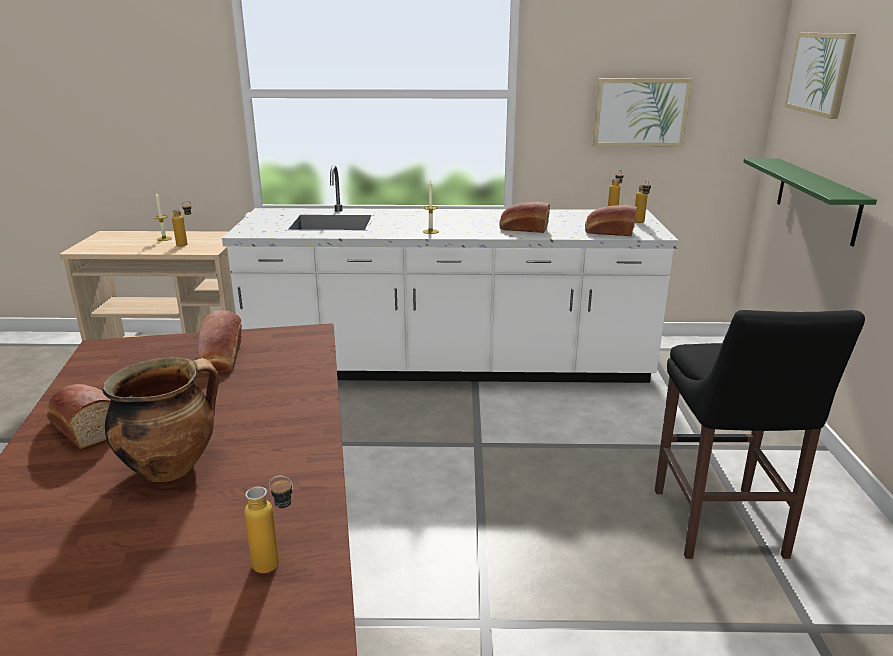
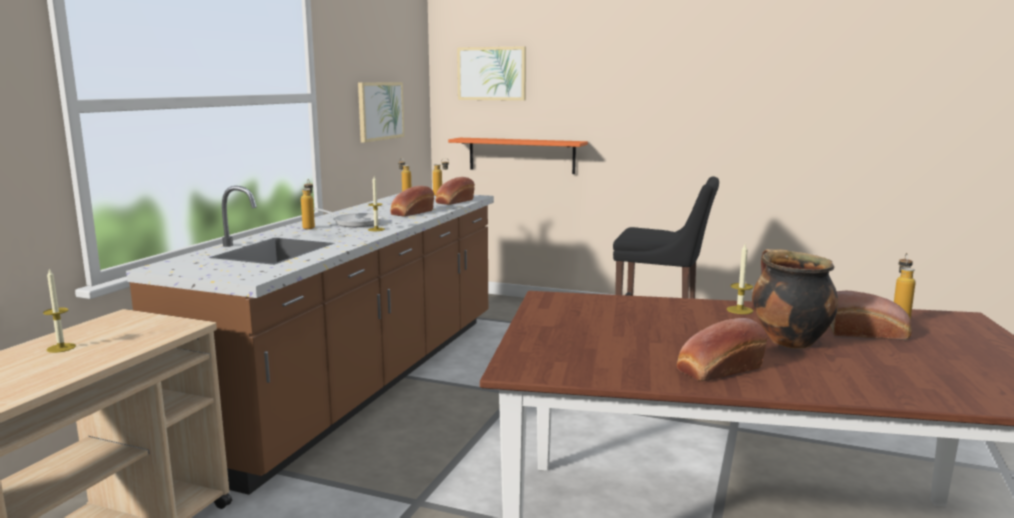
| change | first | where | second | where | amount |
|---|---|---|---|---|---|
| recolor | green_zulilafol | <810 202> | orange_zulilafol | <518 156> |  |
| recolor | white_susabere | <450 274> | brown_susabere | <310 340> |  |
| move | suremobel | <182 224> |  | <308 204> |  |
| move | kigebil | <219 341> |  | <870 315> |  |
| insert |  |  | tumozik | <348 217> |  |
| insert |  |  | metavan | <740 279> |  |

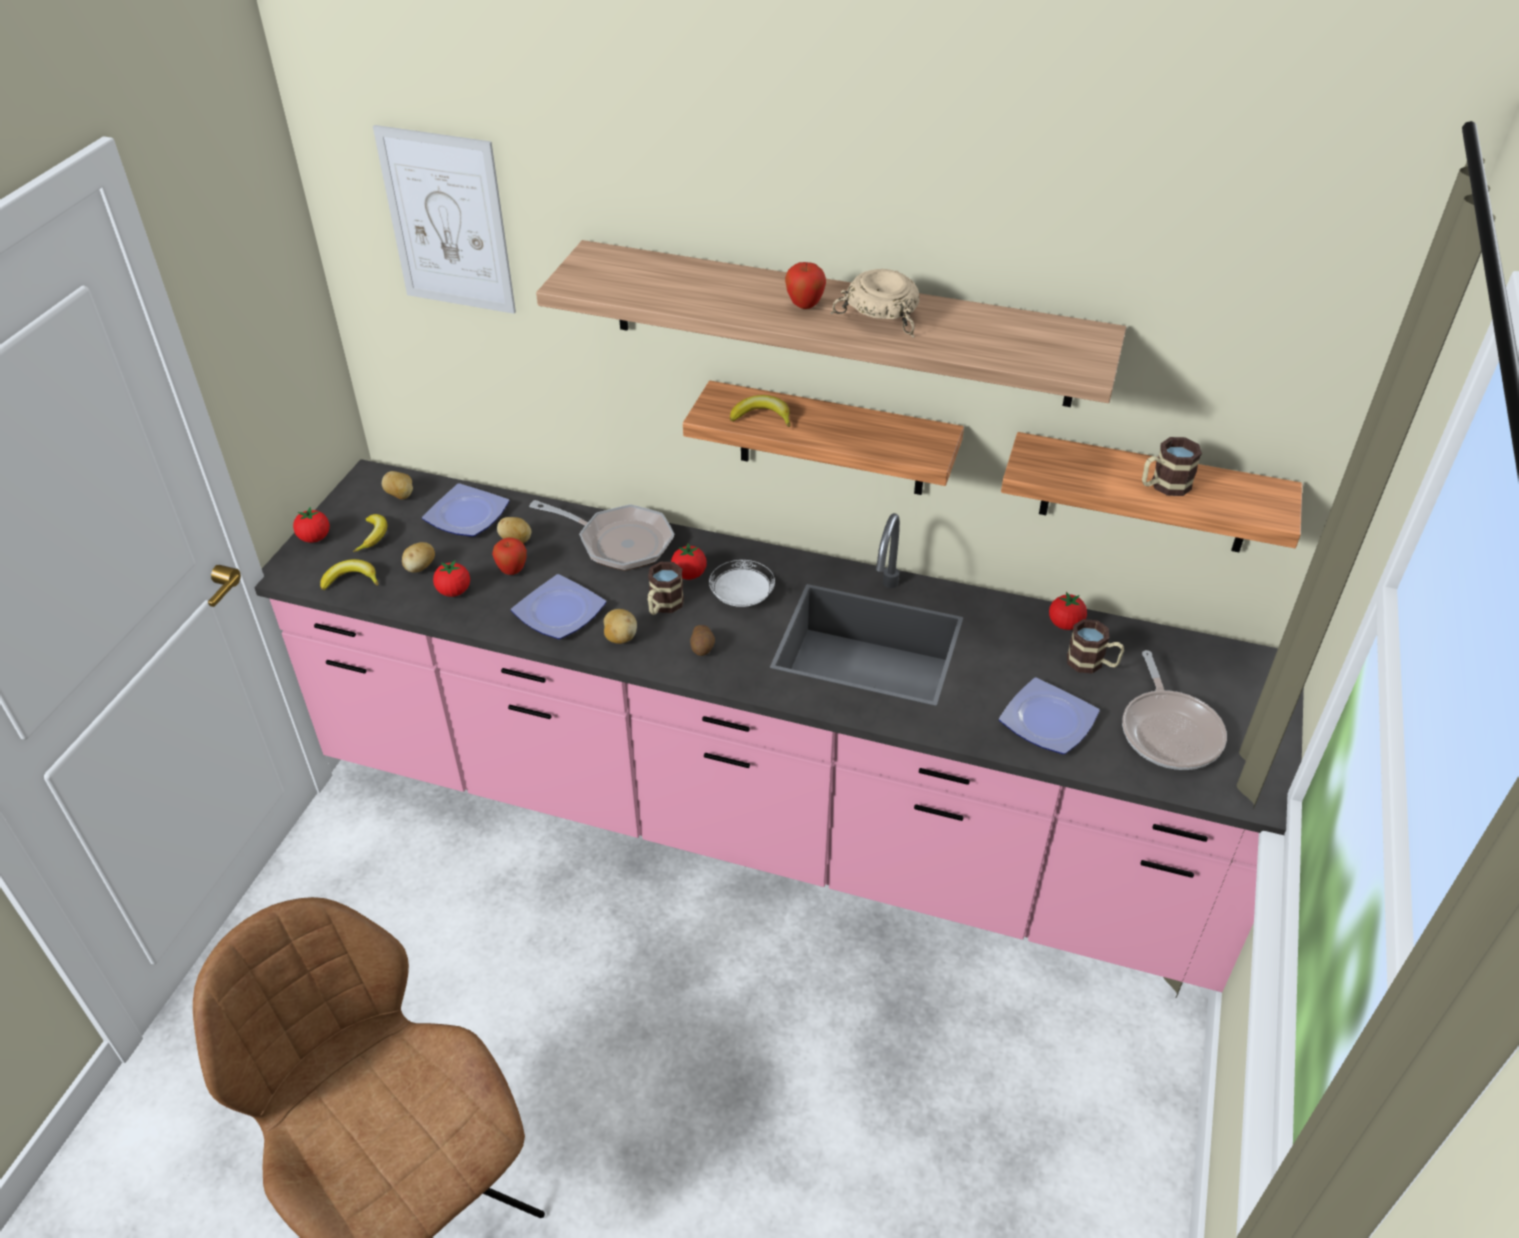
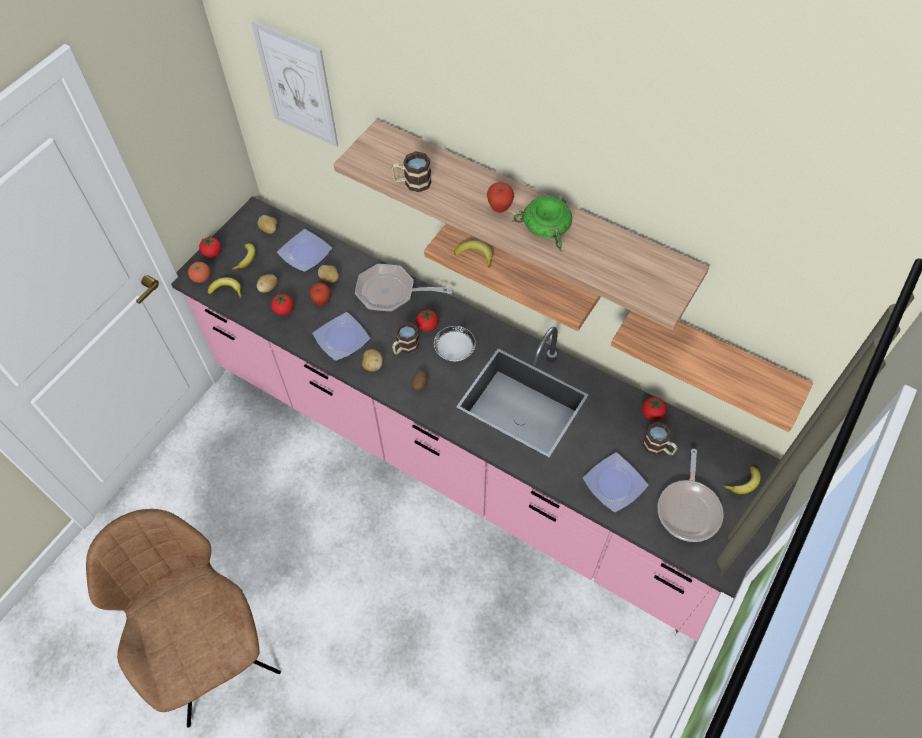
| change | first | where | second | where | amount |
|---|---|---|---|---|---|
| recolor | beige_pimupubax | <874 303> | green_pimupubax | <542 223> |  |
| move | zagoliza | <1172 466> |  | <411 172> |  |
| rotate | tumozik | <601 535> |  | <404 288> | 150 degrees clockwise |
| insert |  |  | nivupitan | <199 272> |  |
| insert |  |  | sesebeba | <742 480> |  |

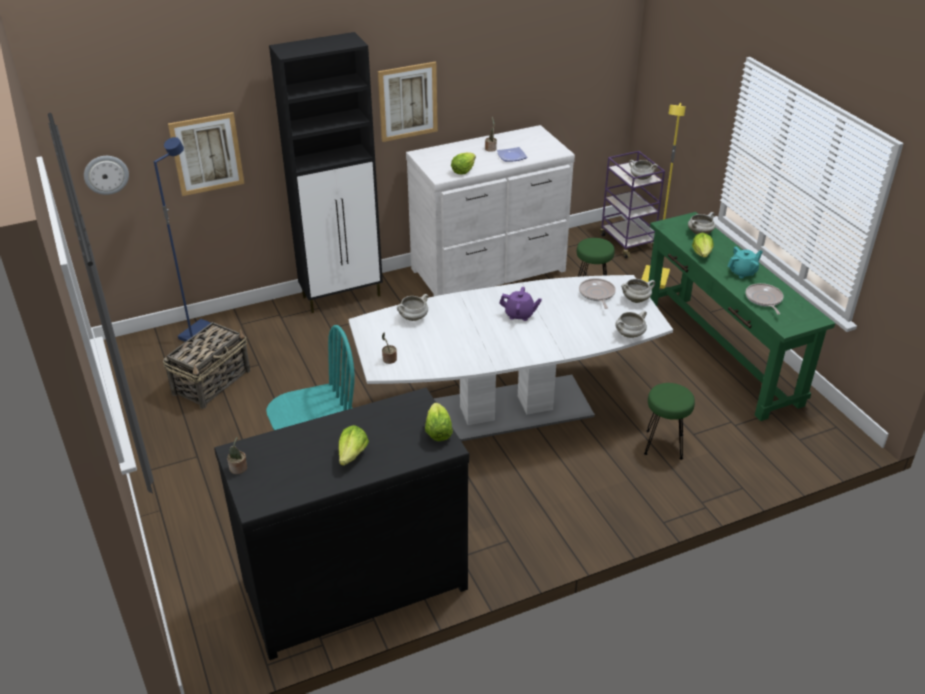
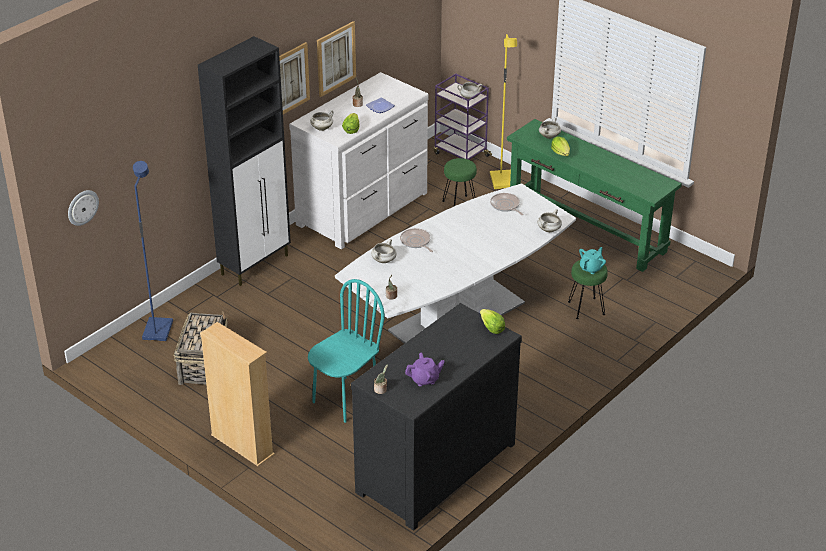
| change | first | where | second | where | amount |
|---|---|---|---|---|---|
| move | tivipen | <206 154> |  | <336 59> |  |
| move | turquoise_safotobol | <745 263> |  | <592 260> |  |
| move | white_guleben | <638 291> |  | <321 120> |  |
| move | tumozik | <764 299> |  | <416 240> |  |
| move | purple_safotobol | <520 304> |  | <425 369> |  |
| delete | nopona | <353 445> |  |  |  |
| insert |  |  | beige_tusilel | <237 394> |  |

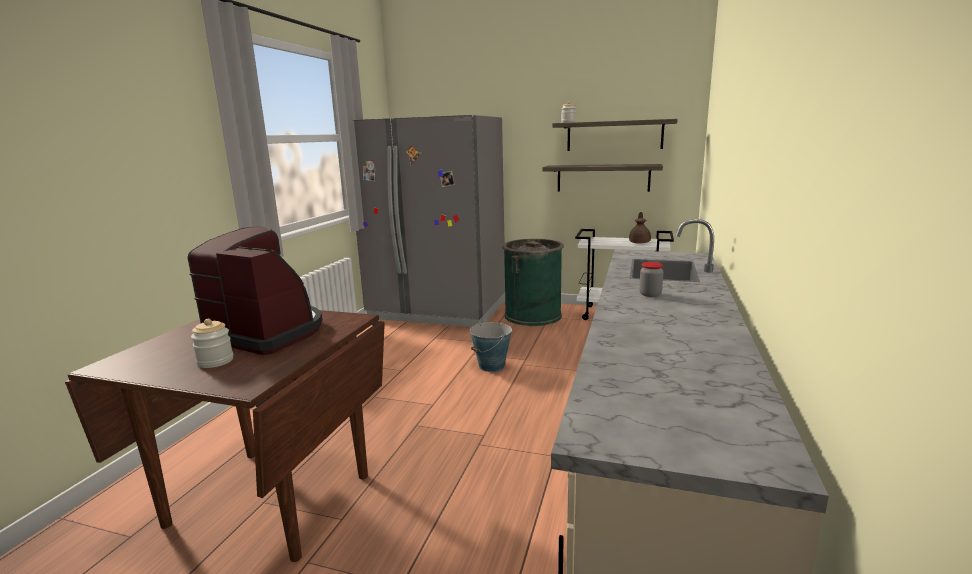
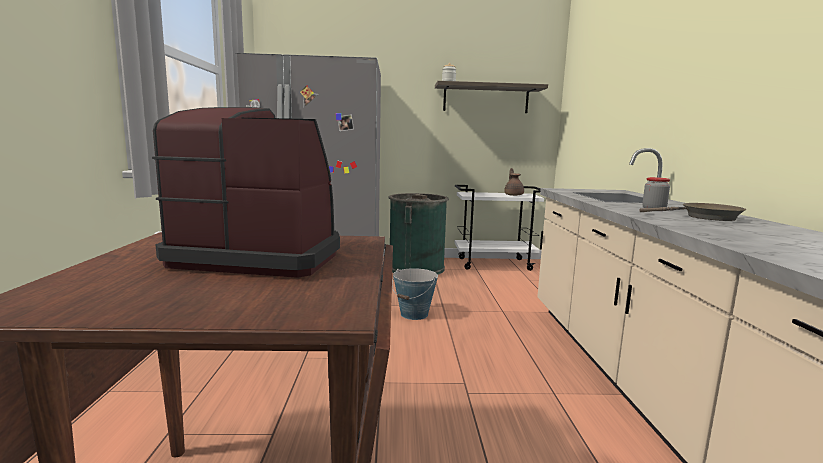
| change | first | where | second | where | amount |
|---|---|---|---|---|---|
| delete | zulilafol | <602 178> |  |  |  |
| delete | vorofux | <212 343> |  |  |  |
| insert |  |  | brown_tumozik | <692 212> |  |

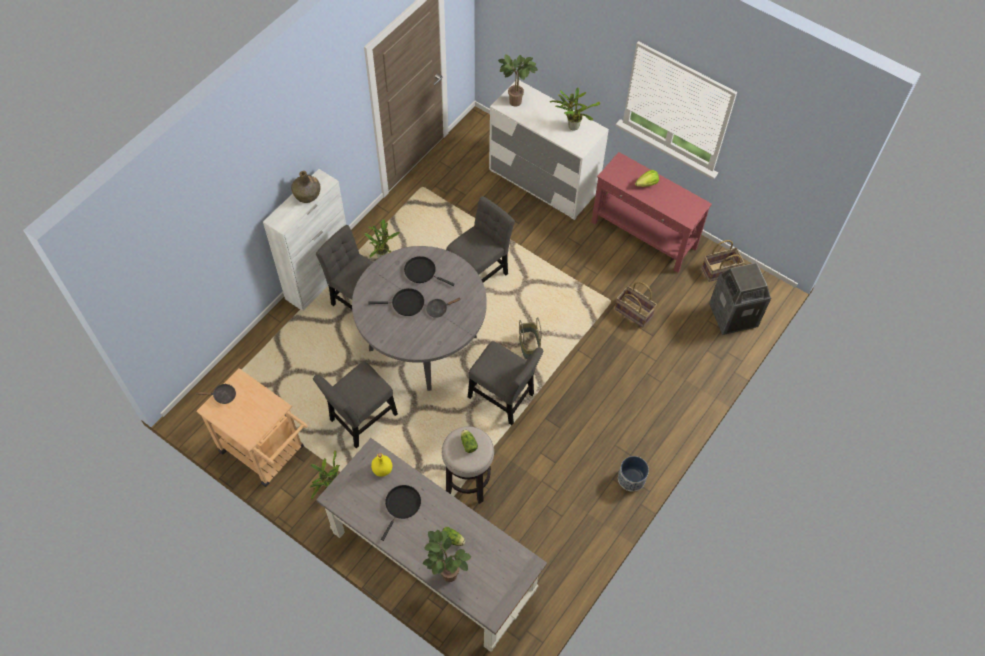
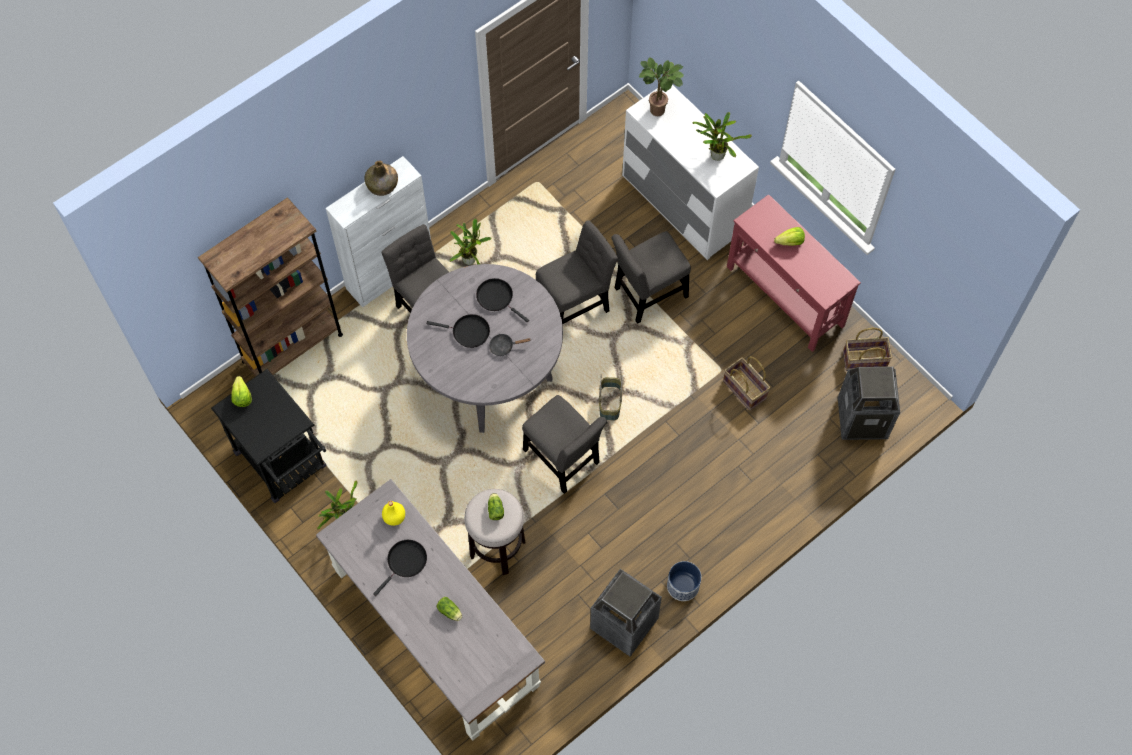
| change | first | where | second | where | amount |
|---|---|---|---|---|---|
| move | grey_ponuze | <355 404> |  | <651 277> |  |
| recolor | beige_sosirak | <252 427> | black_sosirak | <268 436> |  |
| replace | black_tumozik | <216 394> | nopona | <241 391> |  |
| delete | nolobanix | <447 556> |  |  |  |
| insert |  |  | brown_tusilel | <270 287> |  |
| insert |  |  | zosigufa | <626 613> |  |

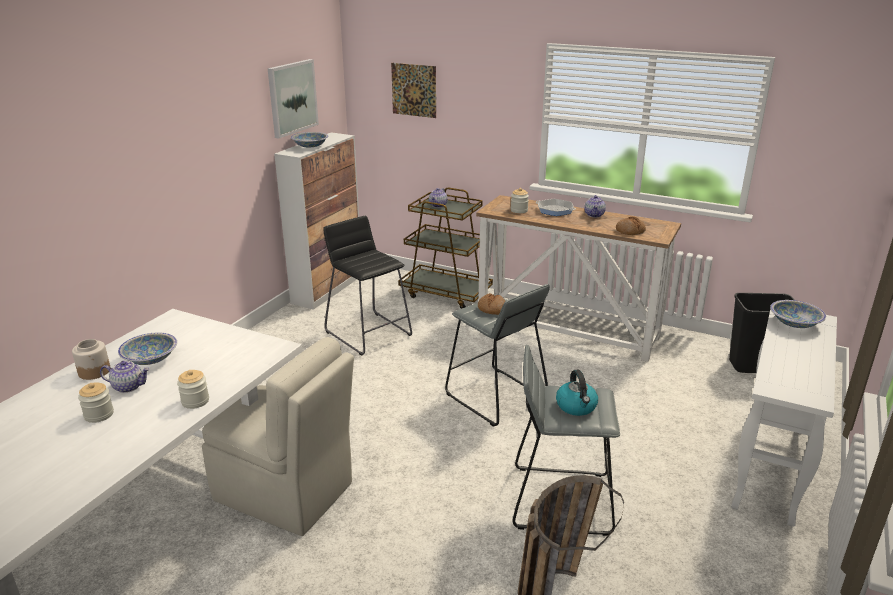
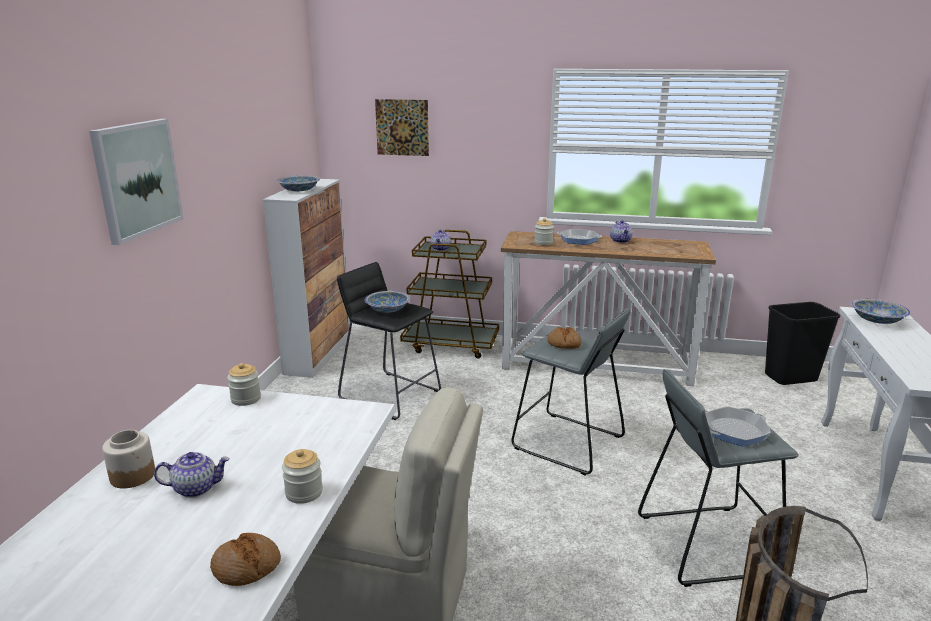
| change | first | where | second | where | amount |
|---|---|---|---|---|---|
| move | tivipen | <293 99> |  | <136 182> |  |
| move | kigebil | <631 225> |  | <245 559> |  |
| move | pimupubax | <147 349> |  | <387 302> |  |
| replace | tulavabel | <577 393> | tumozik | <738 426> |  |
| move | vorofux | <96 402> |  | <244 384> |  |

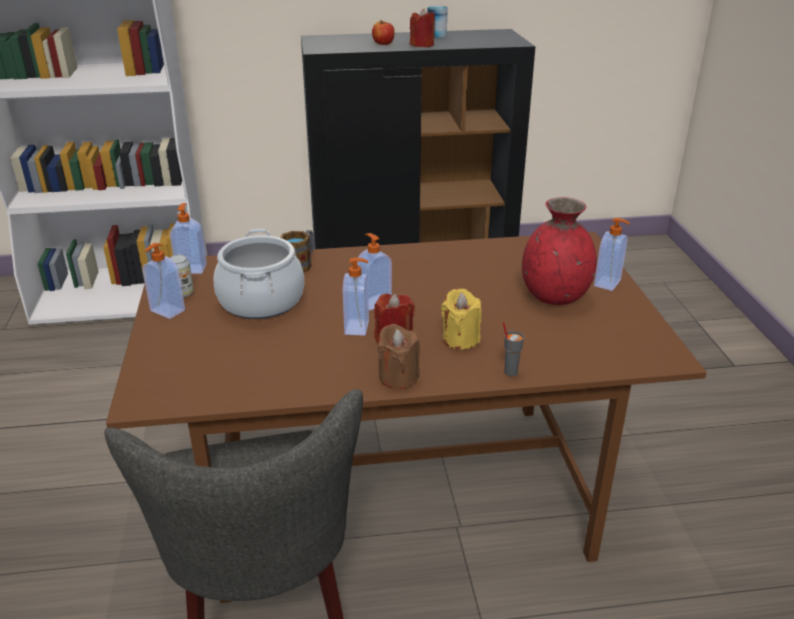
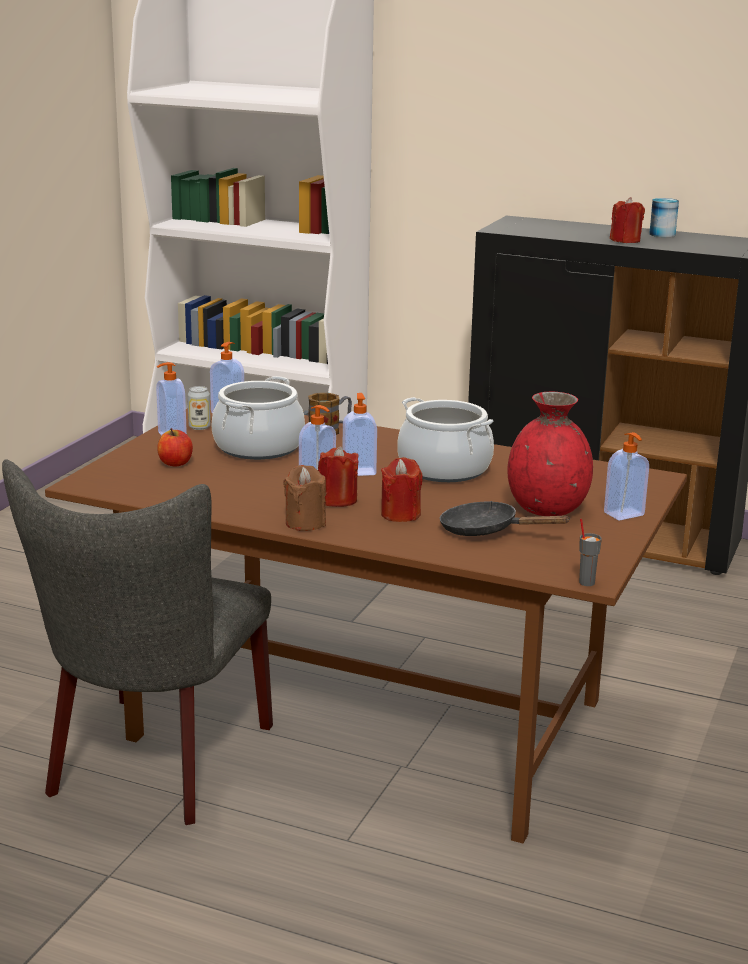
| change | first | where | second | where | amount |
|---|---|---|---|---|---|
| move | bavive | <383 32> |  | <175 447> |  |
| recolor | yellow_metavan | <461 319> | red_metavan | <402 489> |  |
| move | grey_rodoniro | <513 349> |  | <590 552> |  |
| insert |  |  | guleben | <445 439> |  |
| insert |  |  | black_tumozik | <505 518> |  |

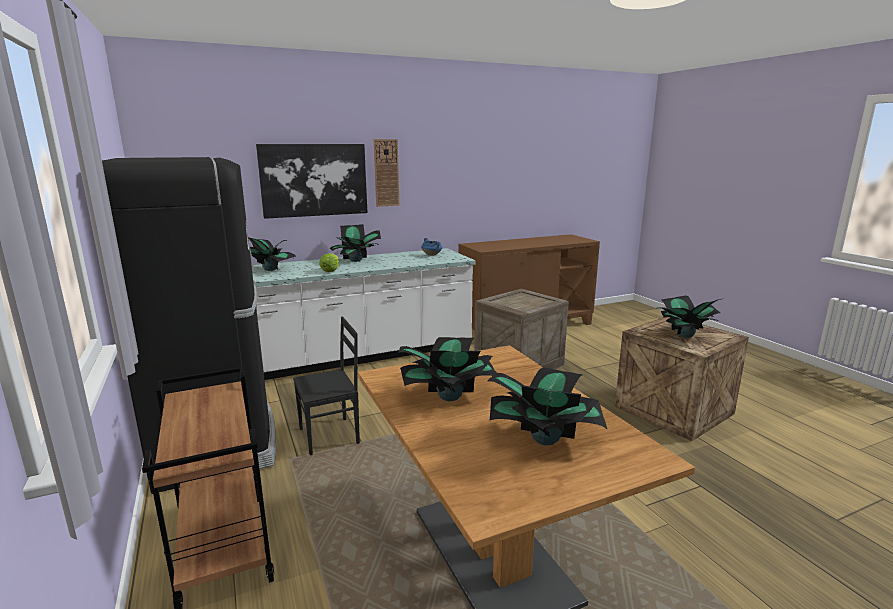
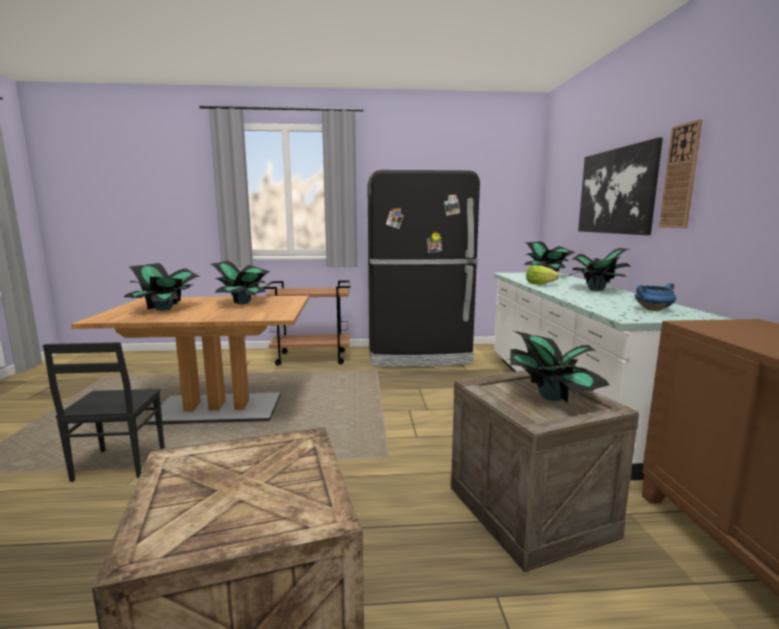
| change | first | where | second | where | amount |
|---|---|---|---|---|---|
| move | nolobanix | <689 316> |  | <558 366> |  |
| move | black_ponuze | <326 385> |  | <104 412> |  |

